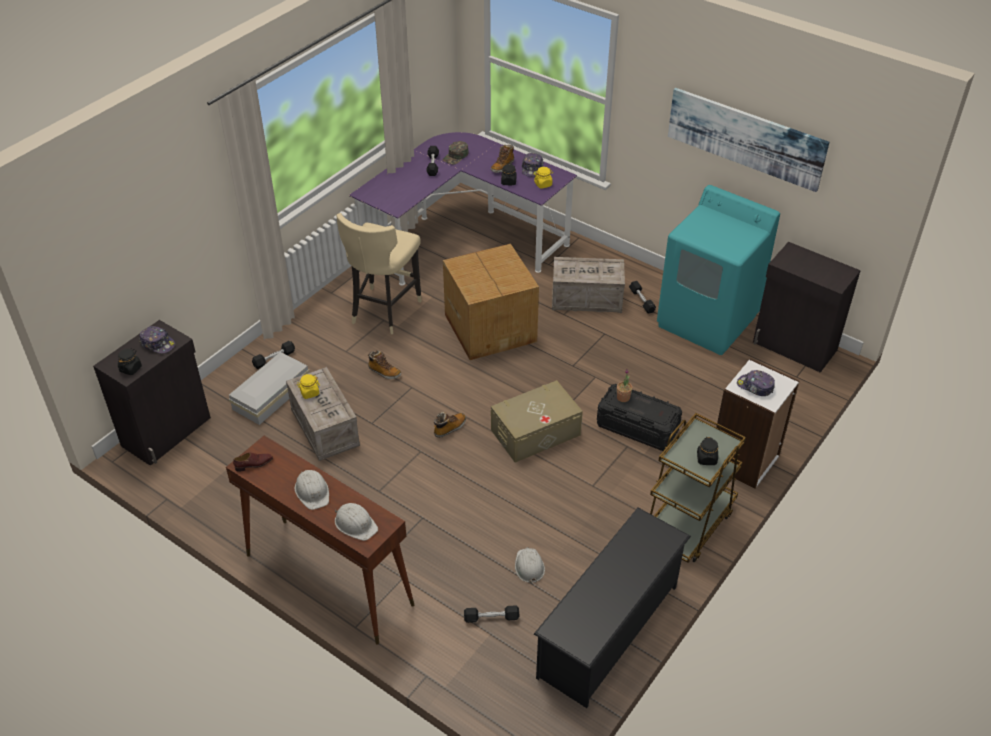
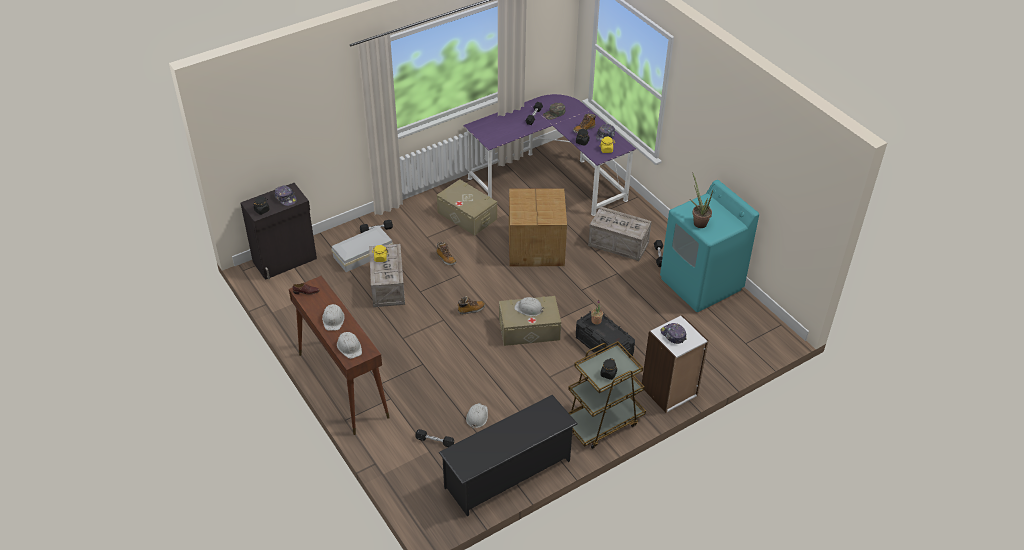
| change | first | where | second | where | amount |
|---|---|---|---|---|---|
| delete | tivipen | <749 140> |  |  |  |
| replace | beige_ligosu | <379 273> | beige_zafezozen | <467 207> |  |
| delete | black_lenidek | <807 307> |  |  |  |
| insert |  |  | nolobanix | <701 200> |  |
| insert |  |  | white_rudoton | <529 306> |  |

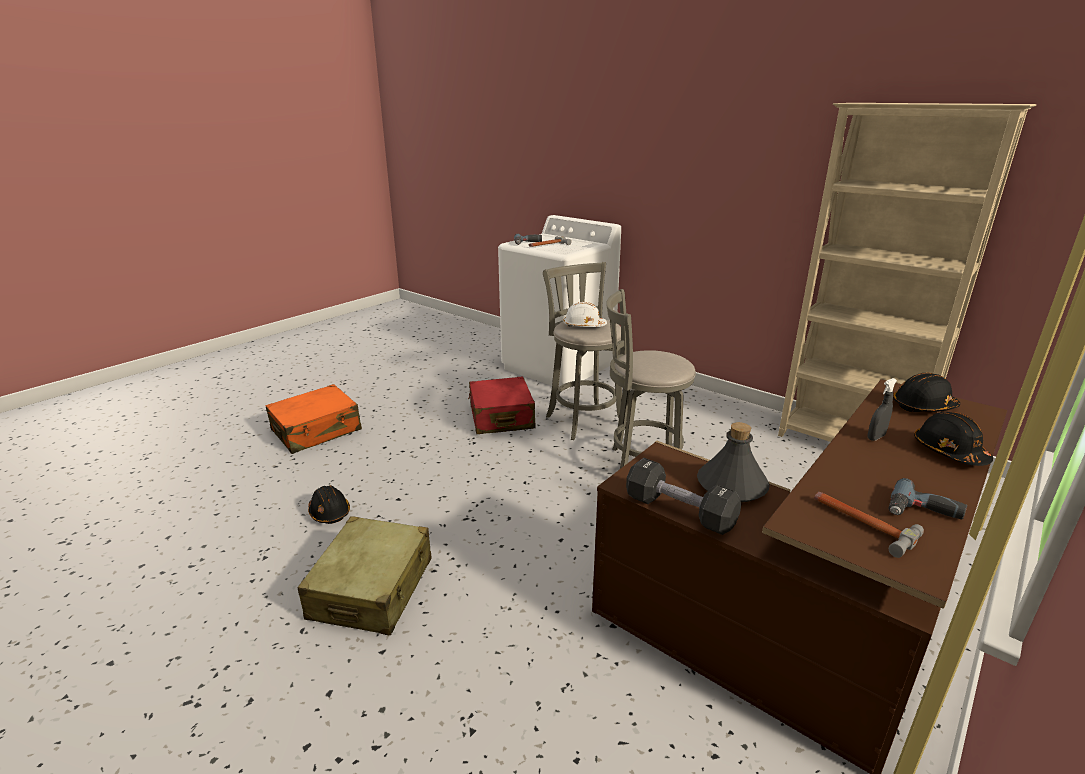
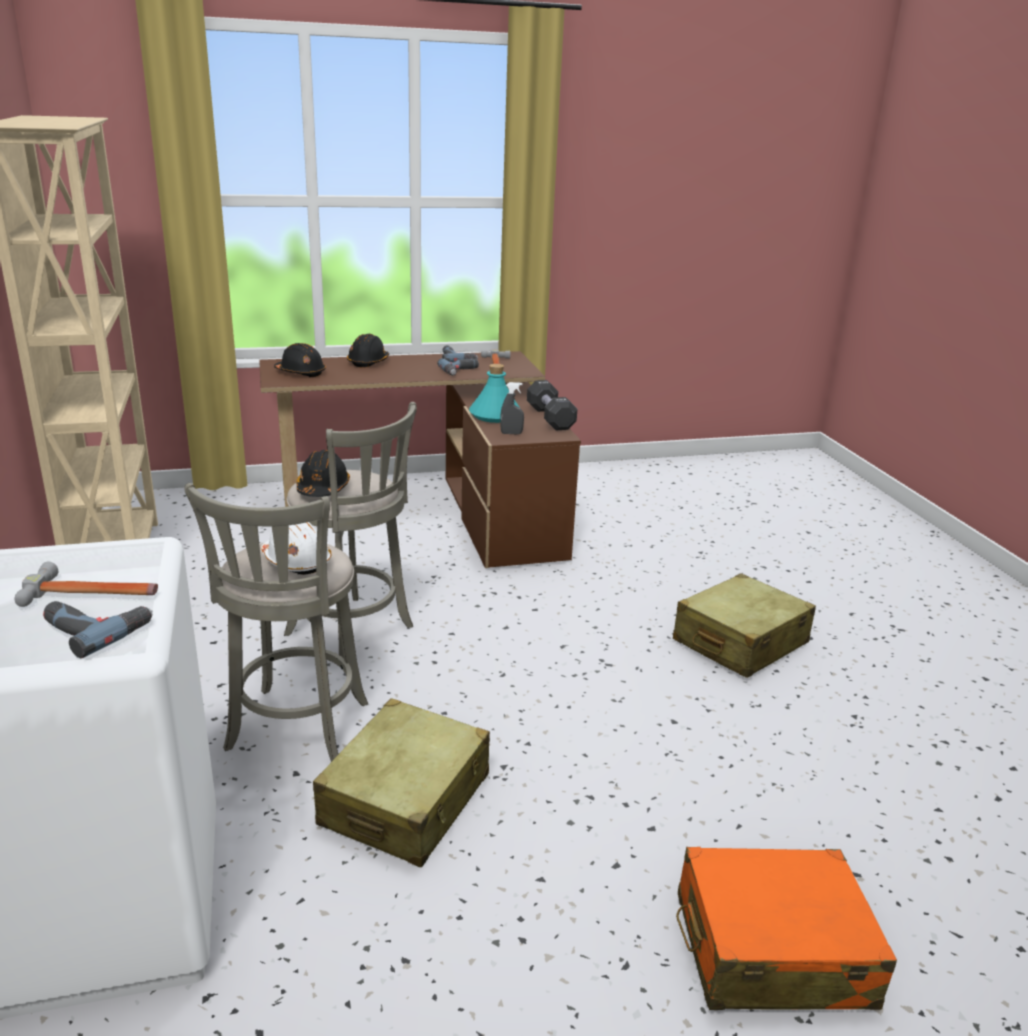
| change | first | where | second | where | amount |
|---|---|---|---|---|---|
| recolor | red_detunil | <502 405> | beige_detunil | <401 782> |  |
| move | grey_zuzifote | <882 409> |  | <512 408> |  |
| recolor | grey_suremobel | <733 462> | turquoise_suremobel | <494 393> |  |
| move | black_rudoton | <329 504> |  | <323 473> |  |
| insert |  |  | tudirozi | <458 367> |  |

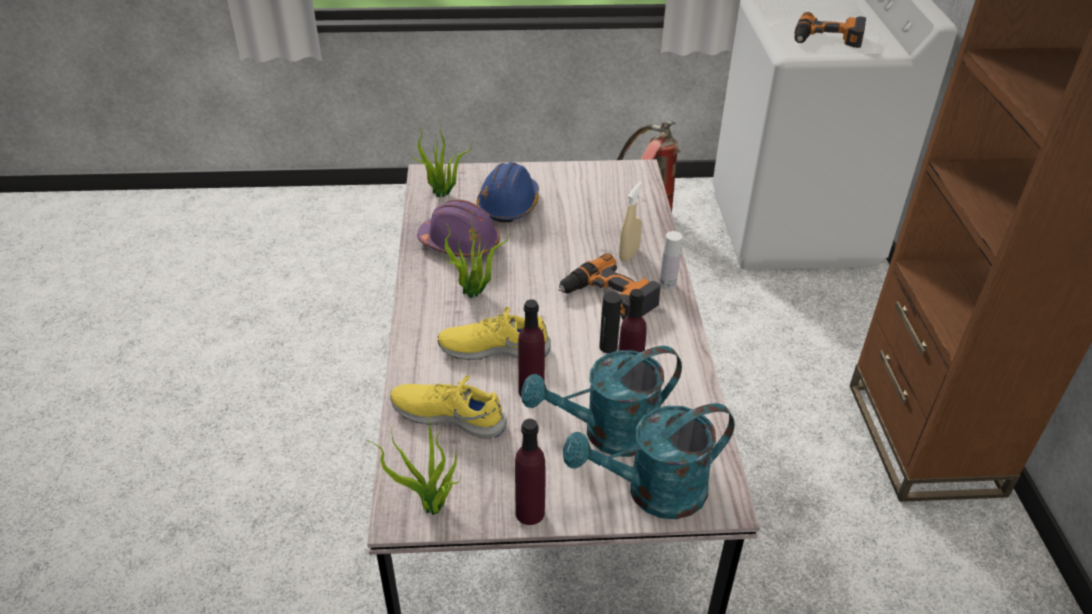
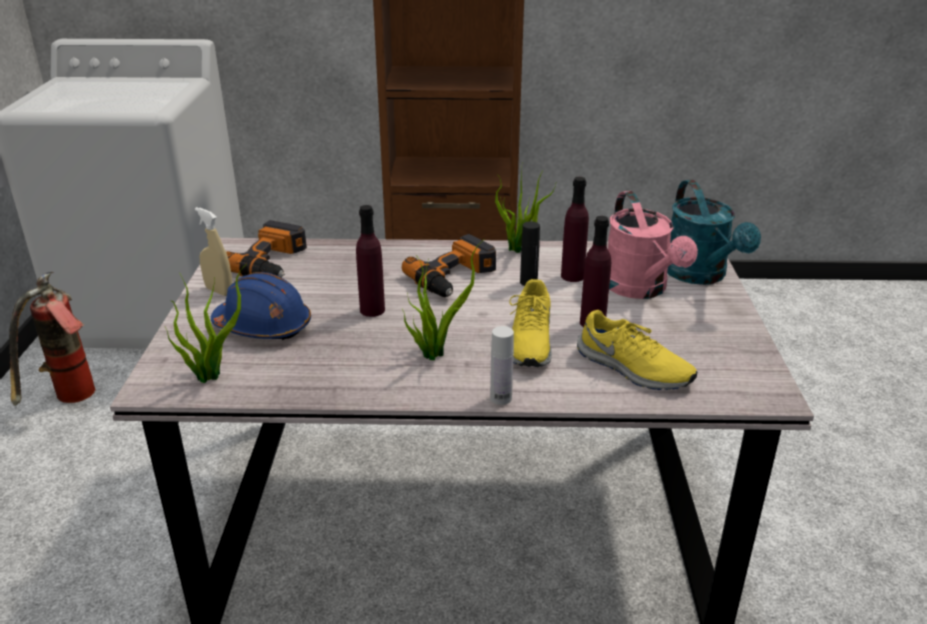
| change | first | where | second | where | amount |
|---|---|---|---|---|---|
| move | tudirozi | <830 30> |  | <266 249> |  |
| move | beige_zuzifote | <630 222> |  | <214 251> |  |
| delete | purple_rudoton | <458 228> |  |  |  |
| move | white_suremobel | <671 260> |  | <502 365> |  |
| recolor | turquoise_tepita | <601 401> | pink_tepita | <653 245> |  |
| rotate | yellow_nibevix | <448 407> |  | <637 350> | 75 degrees counterclockwise |
| move | nolobanix | <414 464> |  | <525 210> |  |
| move | purple_suremobel | <530 472> |  | <370 261> |  |

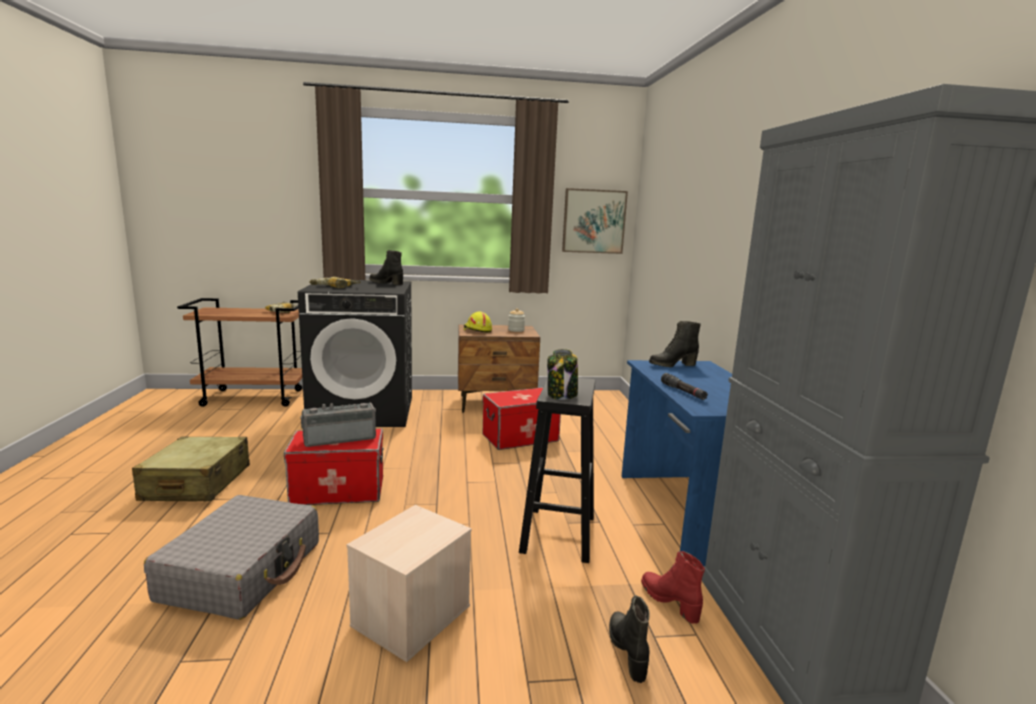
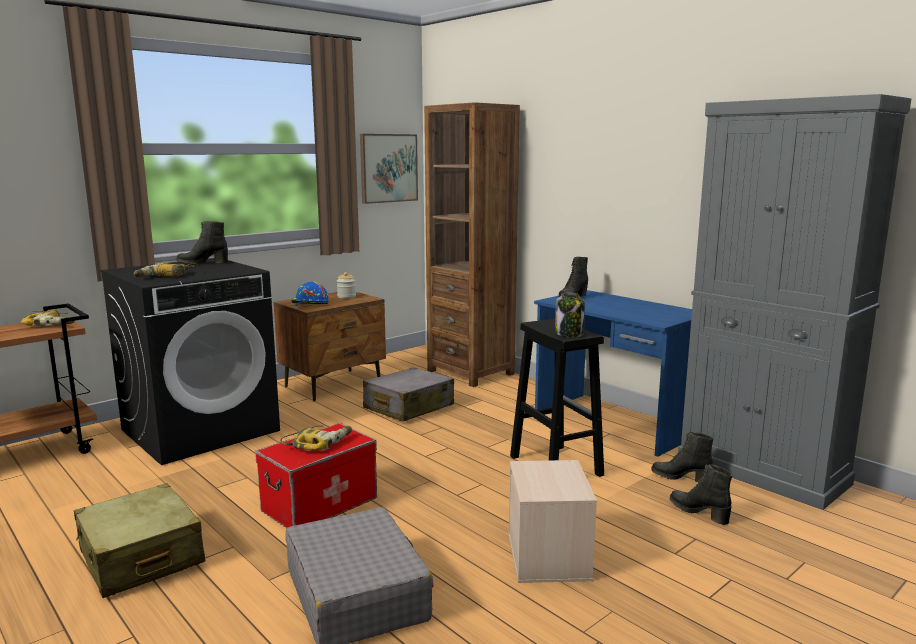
| change | first | where | second | where | amount |
|---|---|---|---|---|---|
| recolor | yellow_rudoton | <478 322> | blue_rudoton | <309 294> |  |
| delete | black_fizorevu | <684 386> |  |  |  |
| replace | zafezozen | <521 419> | grey_detunil | <408 394> |  |
| replace | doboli | <338 424> | tudirozi | <316 437> |  |
| recolor | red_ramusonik | <673 587> | black_ramusonik | <682 457> |  |
| insert |  |  | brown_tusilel | <472 244> |  |

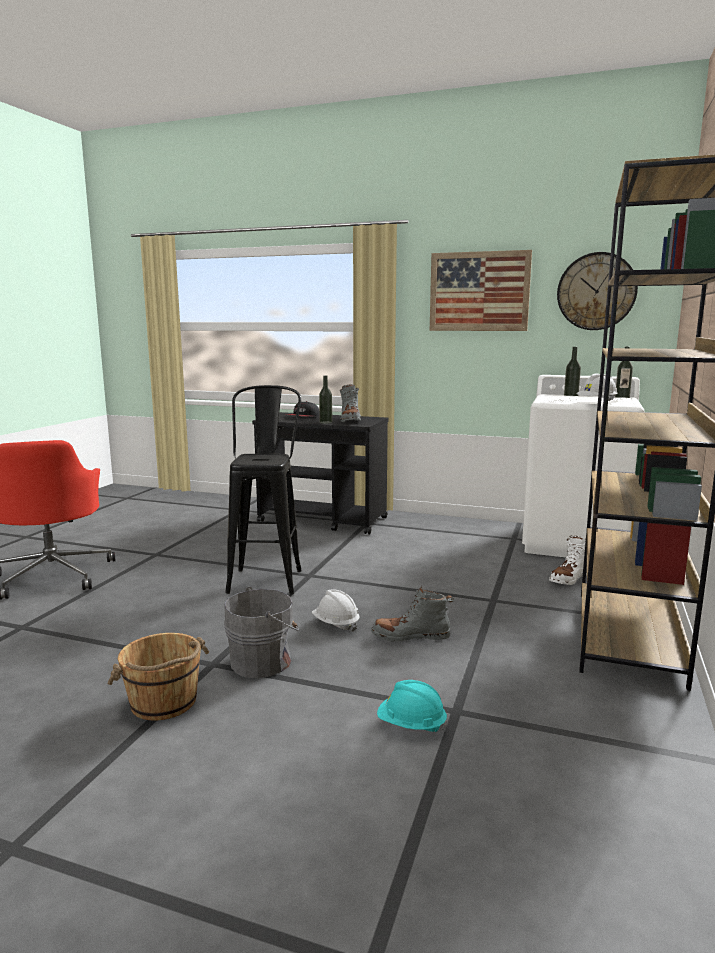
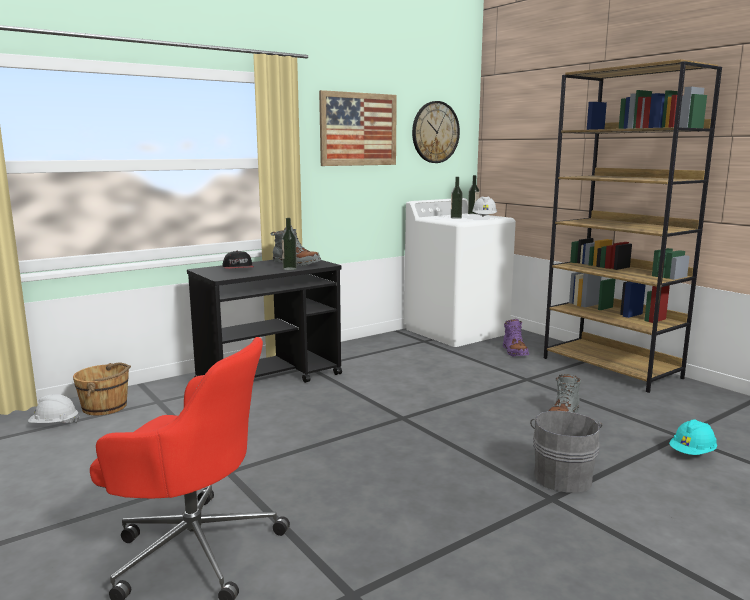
| change | first | where | second | where | amount |
|---|---|---|---|---|---|
| delete | black_ligosu | <263 490> |  |  |  |
| recolor | white_ramusonik | <568 560> | purple_ramusonik | <516 337> |  |
| move | white_rudoton | <335 610> |  | <53 408> |  |
| move | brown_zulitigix | <158 677> |  | <102 388> |  |

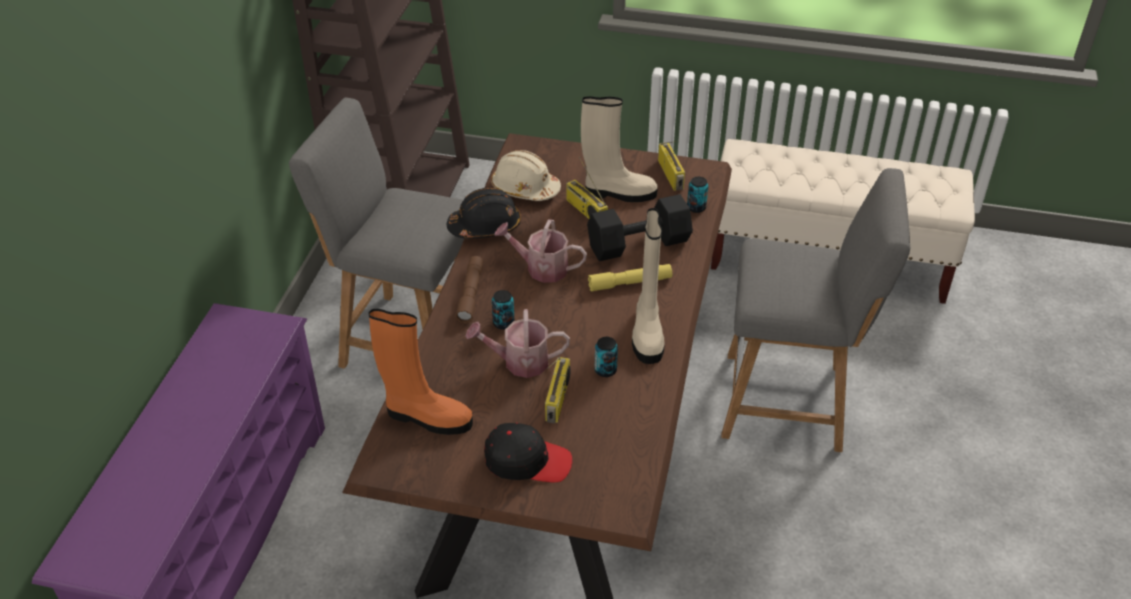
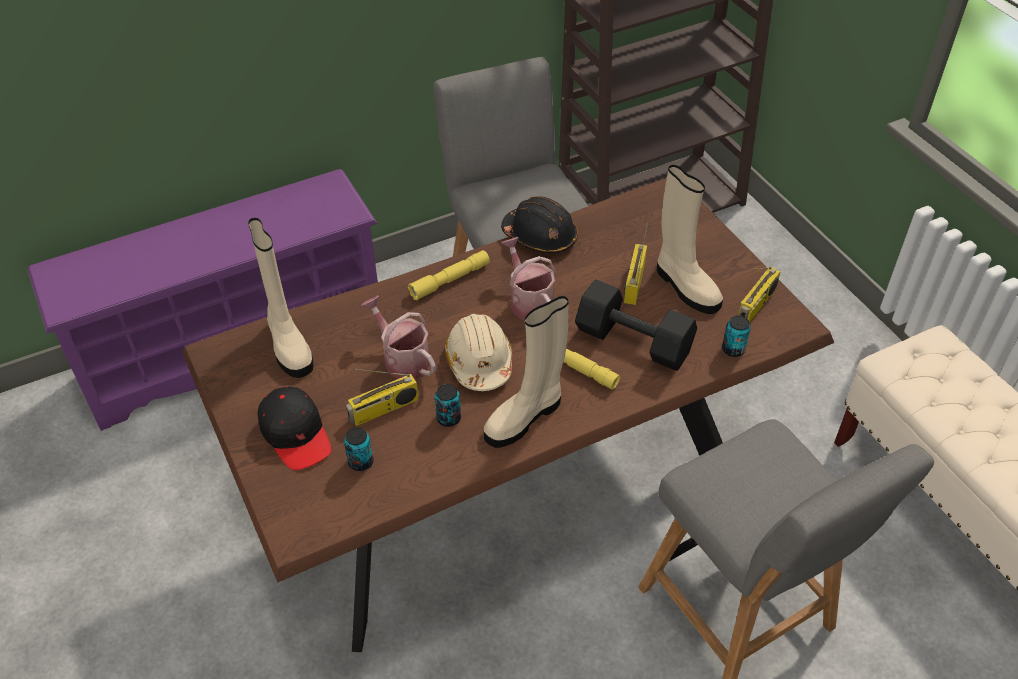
| change | first | where | second | where | amount |
|---|---|---|---|---|---|
| move | beige_rudoton | <526 175> |  | <478 352> |  |
| recolor | brown_fizorevu | <469 290> | yellow_fizorevu | <449 275> |  |
| move | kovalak | <503 310> |  | <358 449> |  |
| recolor | orange_ramusonik | <421 372> | beige_ramusonik | <280 298> |  |

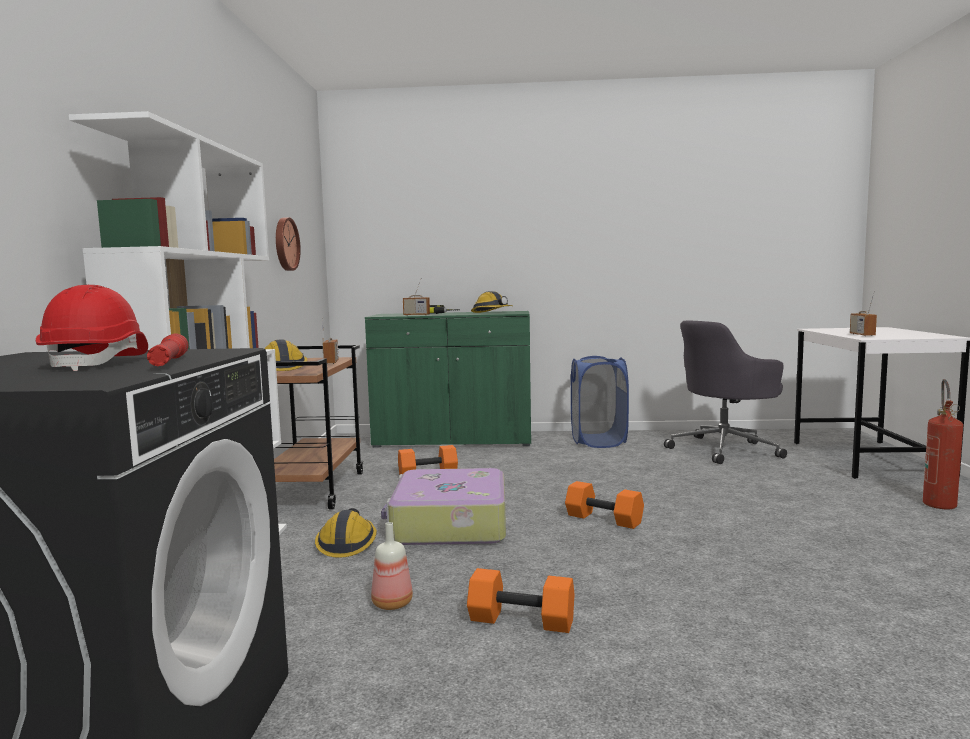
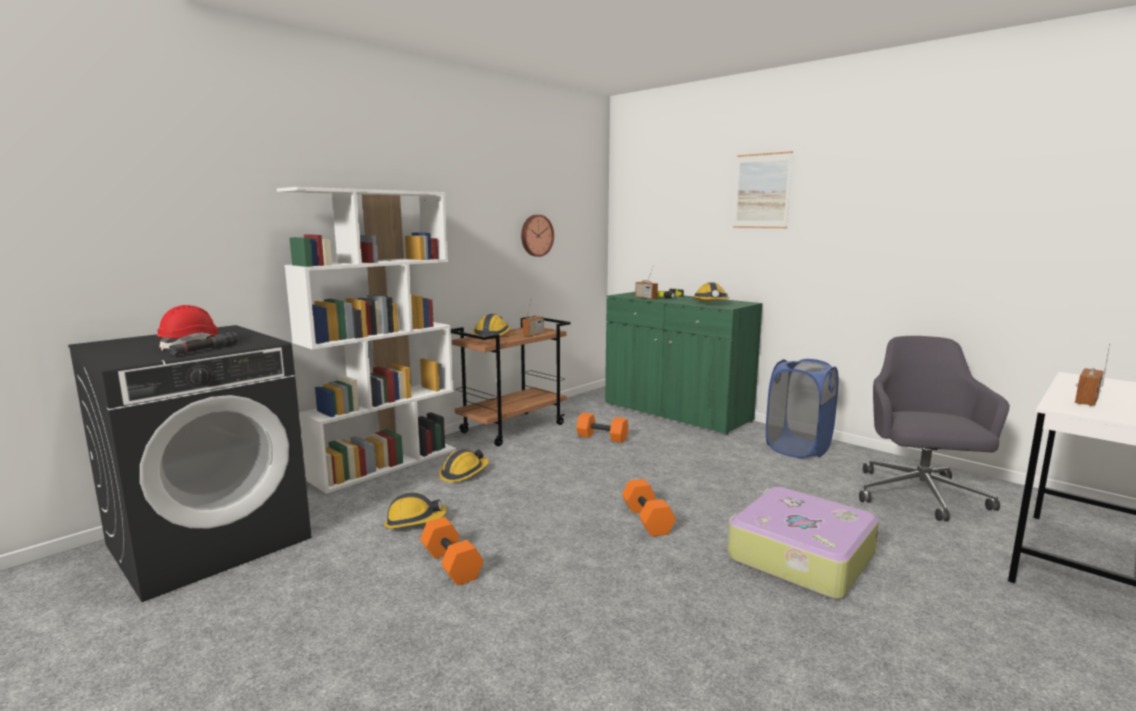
| change | first | where | second | where | amount |
|---|---|---|---|---|---|
| rotate | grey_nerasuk | <725 392> |  | <934 428> | 90 degrees clockwise |
| recolor | red_fizorevu | <168 349> | black_fizorevu | <203 343> |  |
| delete | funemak | <943 444> |  |  |  |
| move | detunil | <443 506> |  | <803 543> |  |
| replace | suremobel | <392 566> | rudoton | <416 510> |  |
| insert |  |  | tivipen | <763 189> |  |

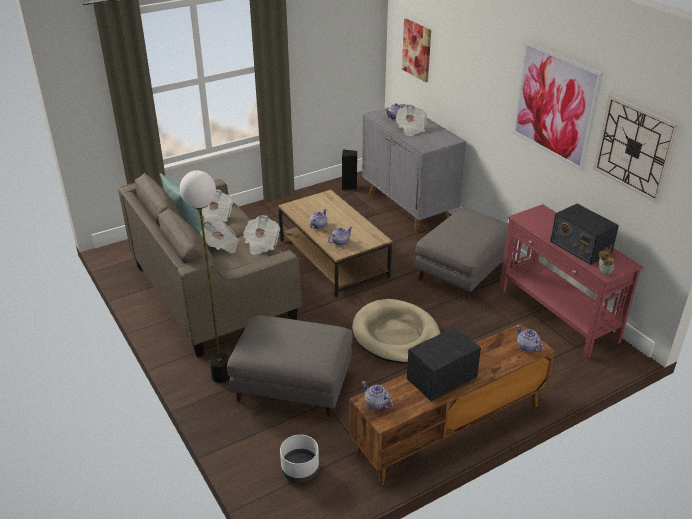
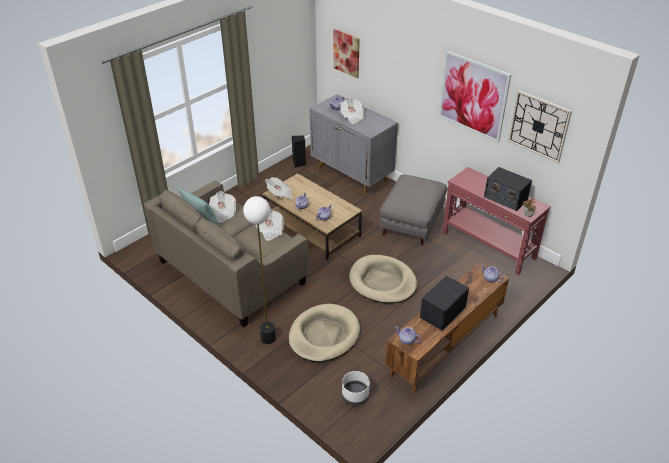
| change | first | where | second | where | amount |
|---|---|---|---|---|---|
| move | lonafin | <220 237> |  | <278 188> |  |
| replace | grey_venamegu | <290 366> | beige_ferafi | <324 333> |  |

